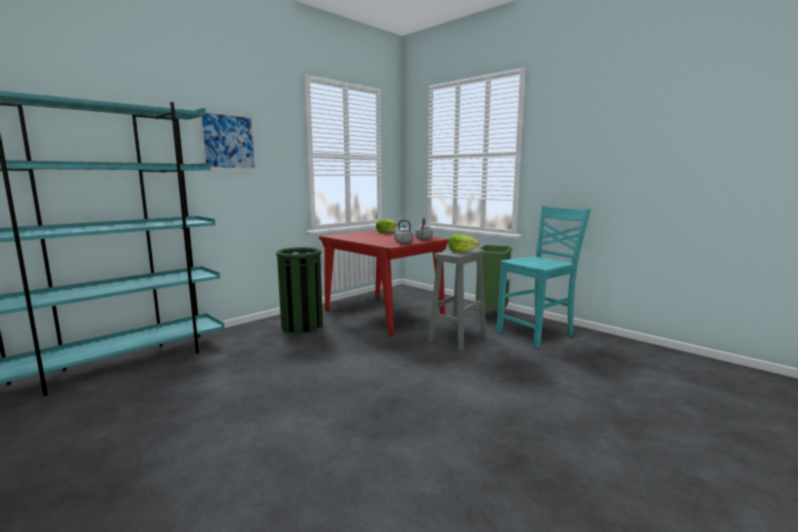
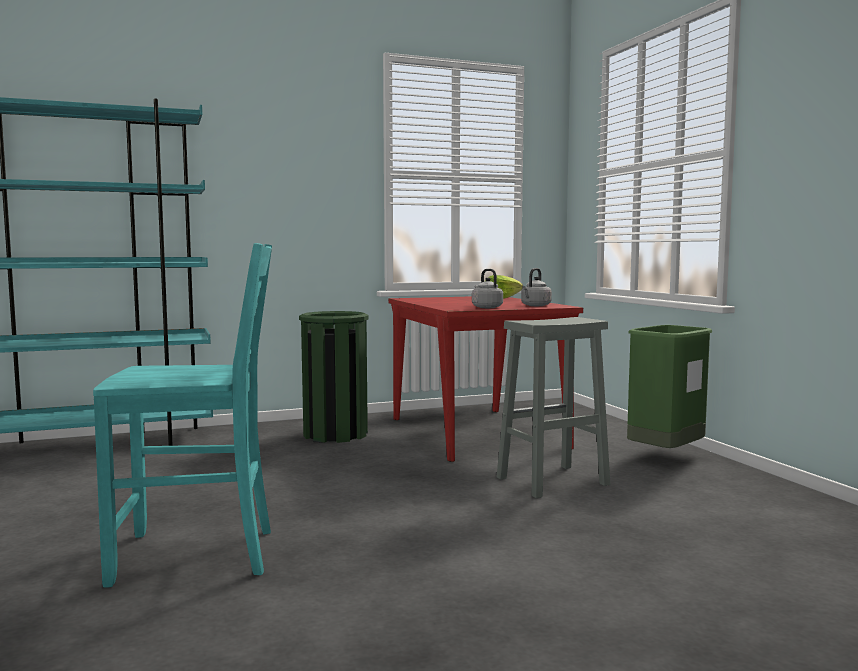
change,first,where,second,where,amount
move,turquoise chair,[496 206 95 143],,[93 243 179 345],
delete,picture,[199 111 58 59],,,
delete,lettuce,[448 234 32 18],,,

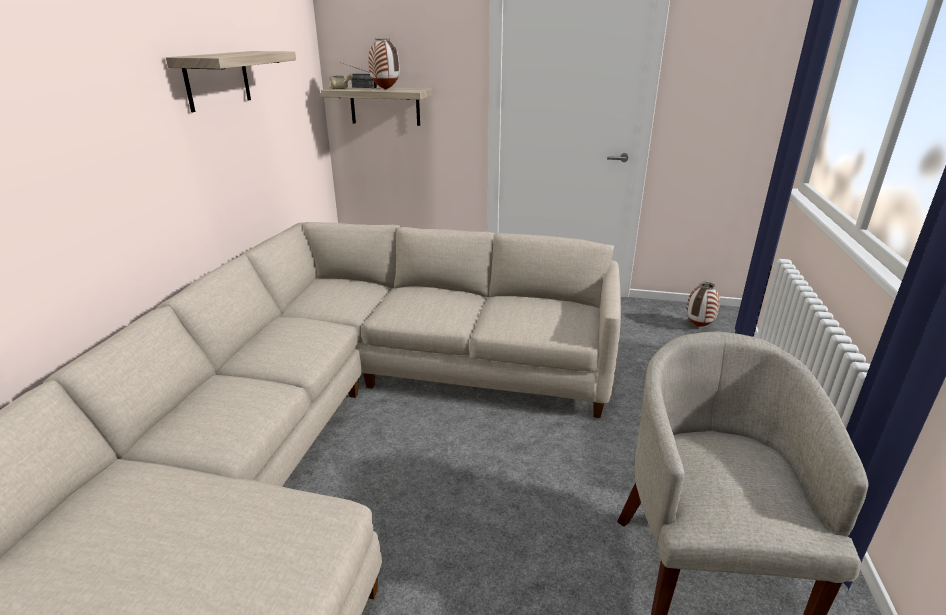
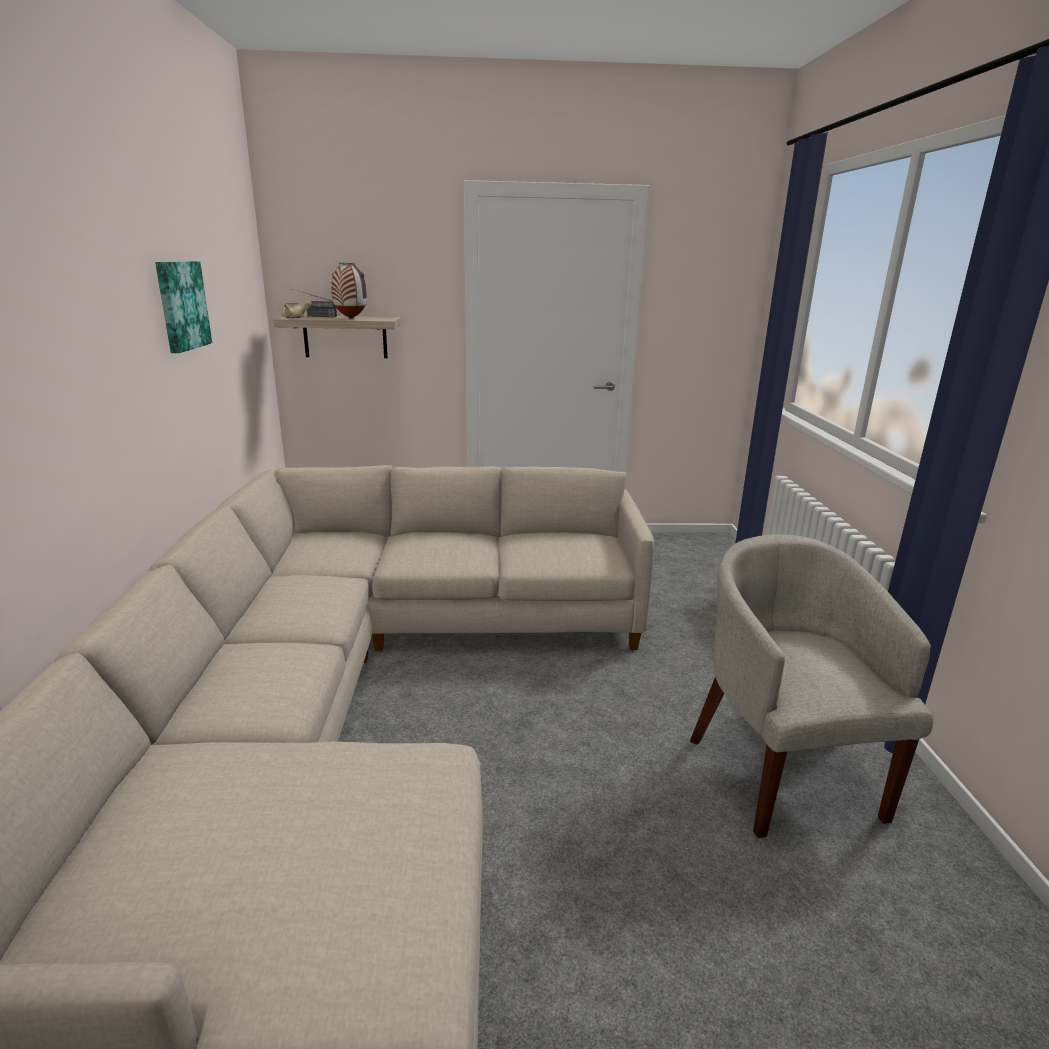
change,first,where,second,where,amount
replace,shelf,[166 51 130 61],picture,[155 261 57 92],
delete,vase,[686 282 34 44],,,

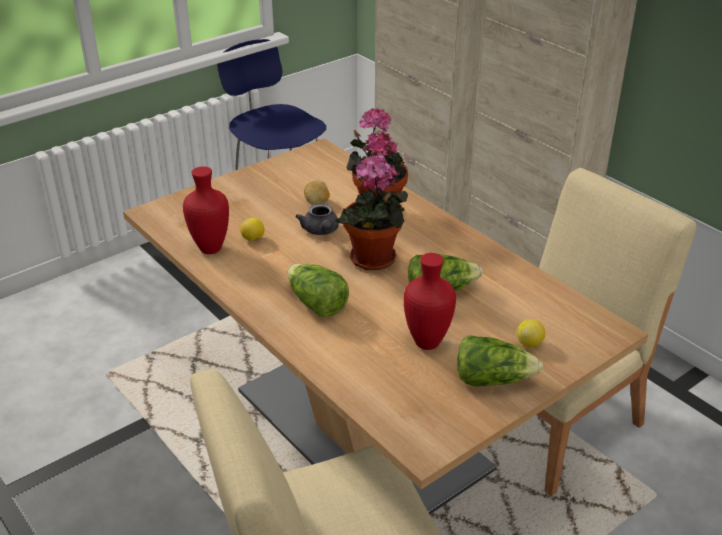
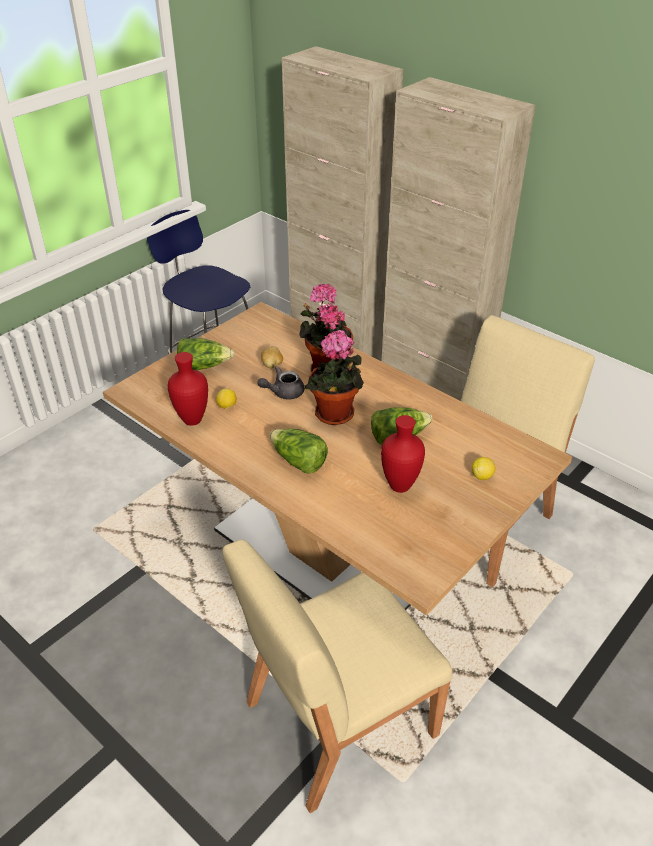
change,first,where,second,where,amount
move,lettuce,[457 335 86 51],,[177 338 57 32],
rotate,grey teapot,[296 203 43 32],,[257 366 47 34],90 degrees clockwise

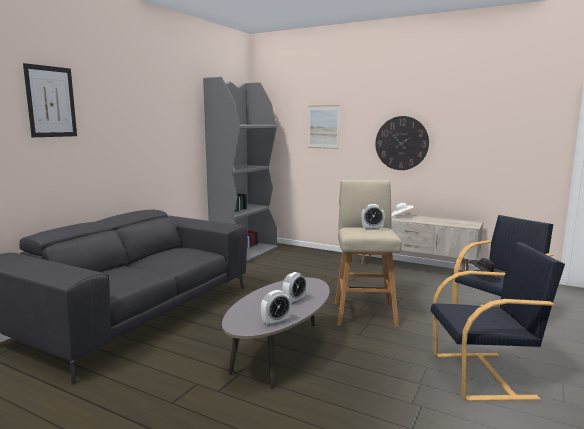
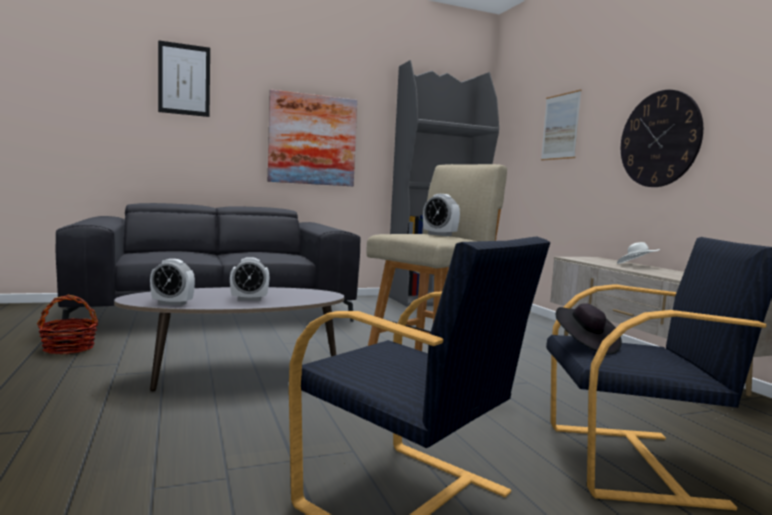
change,first,where,second,where,amount
insert,,,basket,[37 295 62 59],
insert,,,picture,[268 90 89 96],

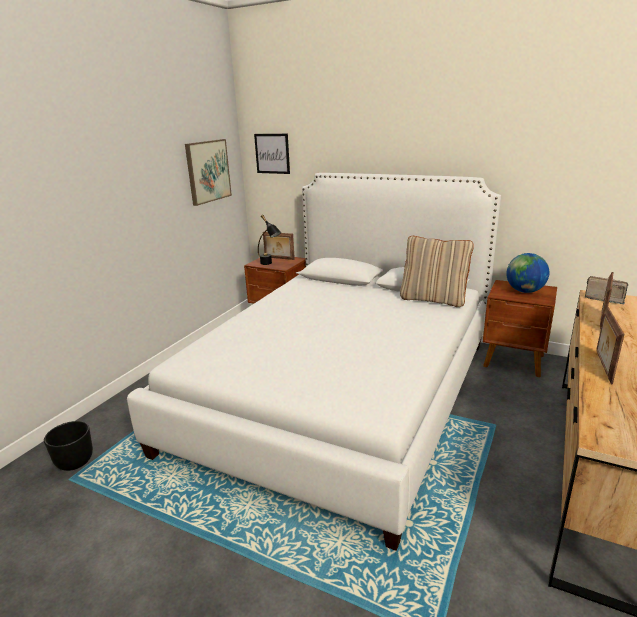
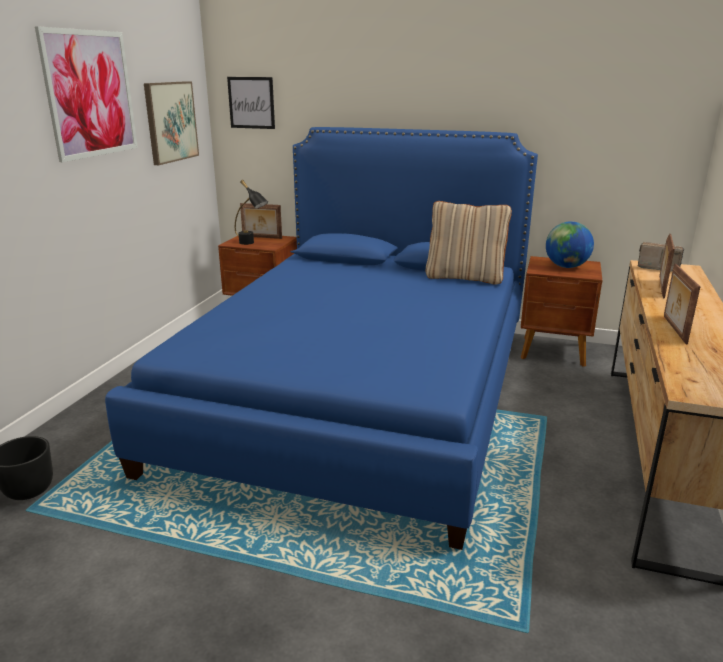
change,first,where,second,where,amount
insert,,,picture,[35 26 103 136],
recolor,white bed,[127 173 374 378],blue bed,[105 127 433 423],

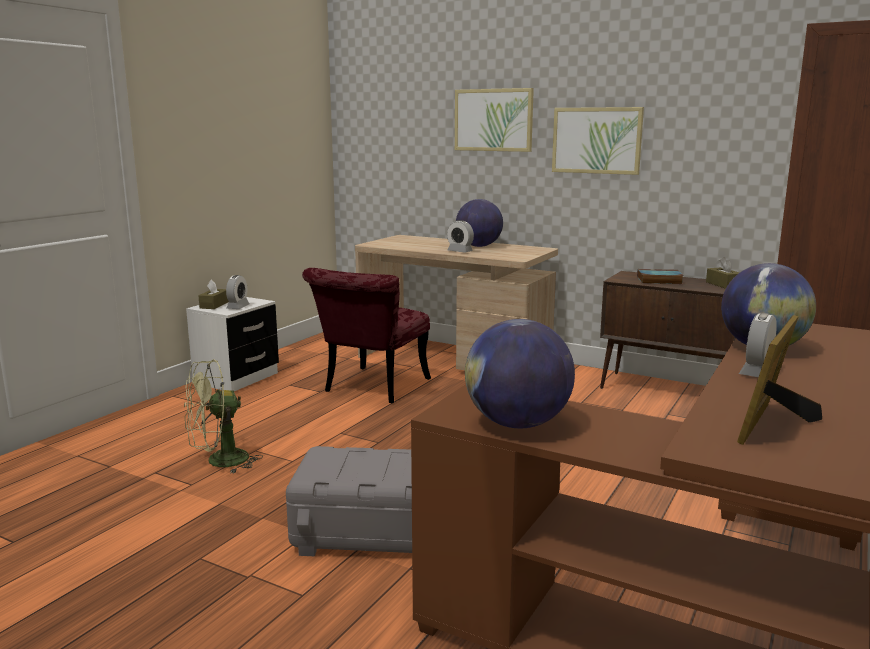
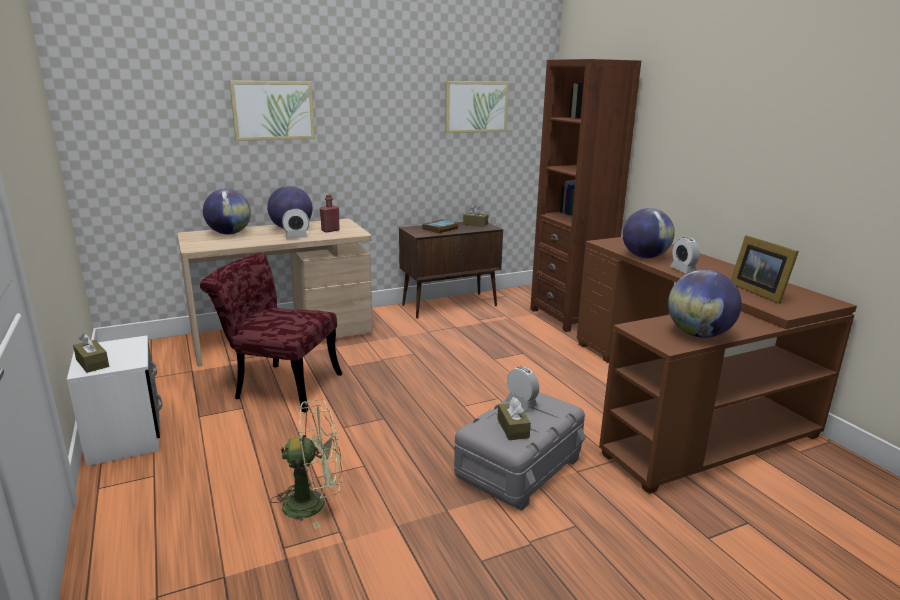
change,first,where,second,where,amount
rotate,red chair,[302 268 129 135],,[200 253 142 159],135 degrees clockwise
insert,,,globe,[203 189 48 45],
rotate,green fan,[184 359 79 115],,[270 399 72 130],105 degrees counterclockwise
insert,,,red bottle,[320 194 20 38],
move,picture,[552 107 92 68],,[445 81 64 52],
insert,,,brown tissue box,[497 397 34 43],
move,alarm clock,[226 275 23 34],,[506 366 33 44],

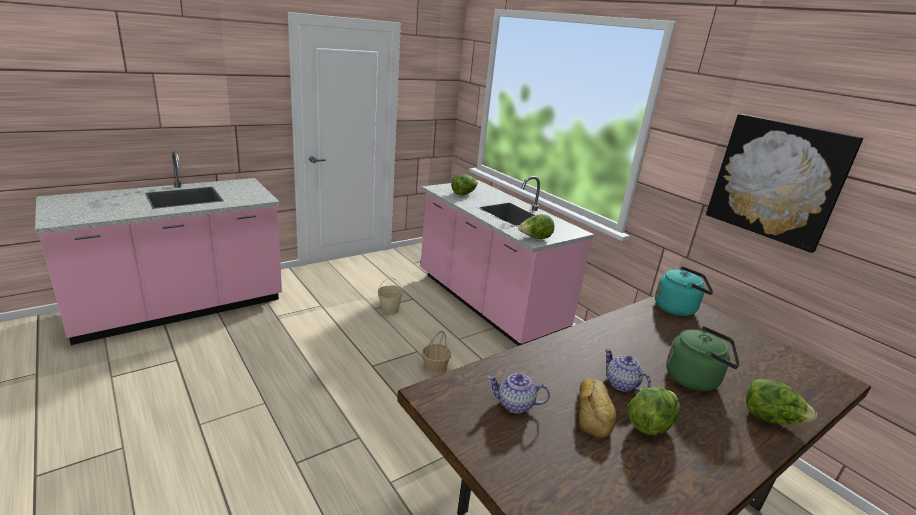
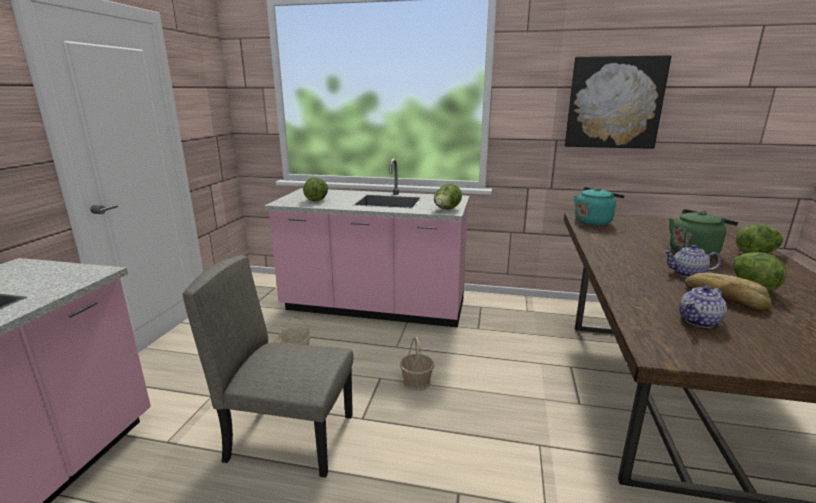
change,first,where,second,where,amount
insert,,,beige chair,[183 255 170 223],

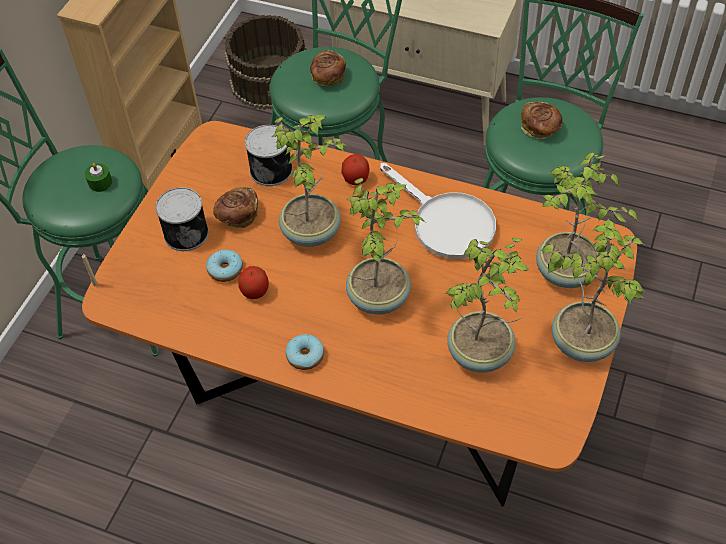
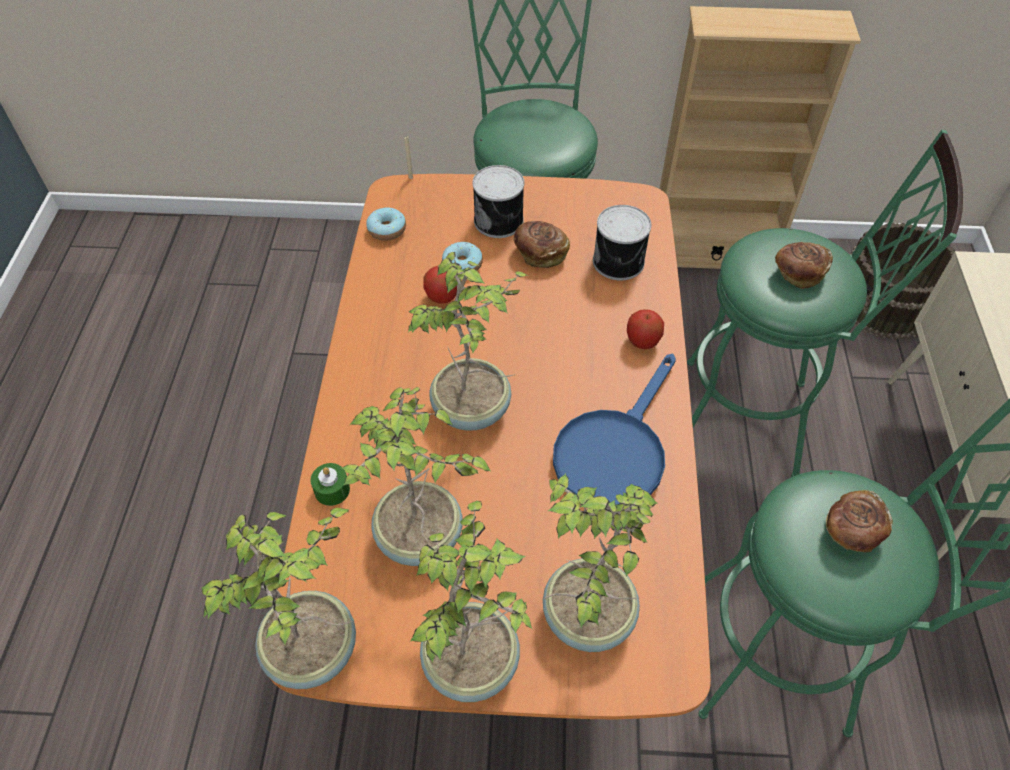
change,first,where,second,where,amount
move,potted plant,[271 115 77 132],,[201 508 155 181],
move,green candle,[85 163 27 29],,[310 463 40 43],
move,donut,[286 334 38 36],,[366 207 40 34],
recolor,white frying pan,[380 163 116 96],blue frying pan,[553 354 123 151],

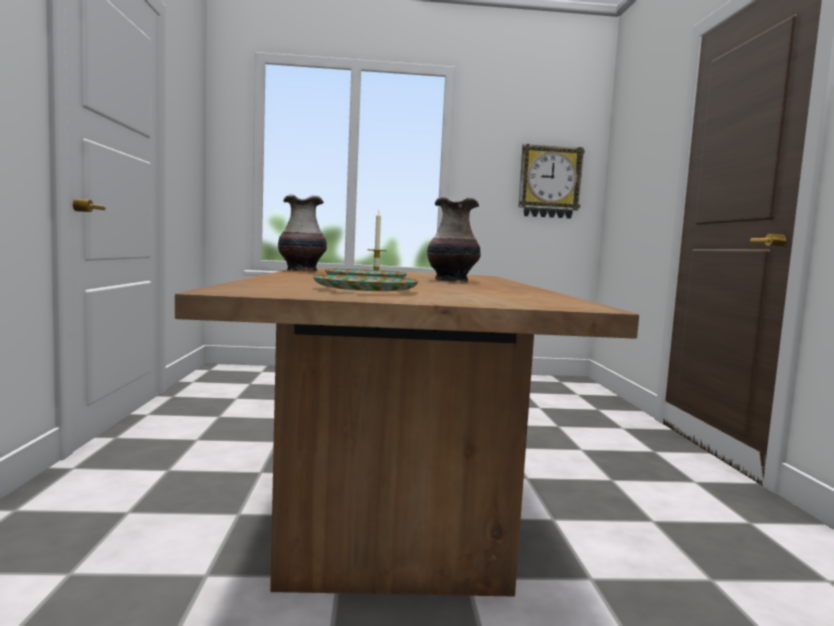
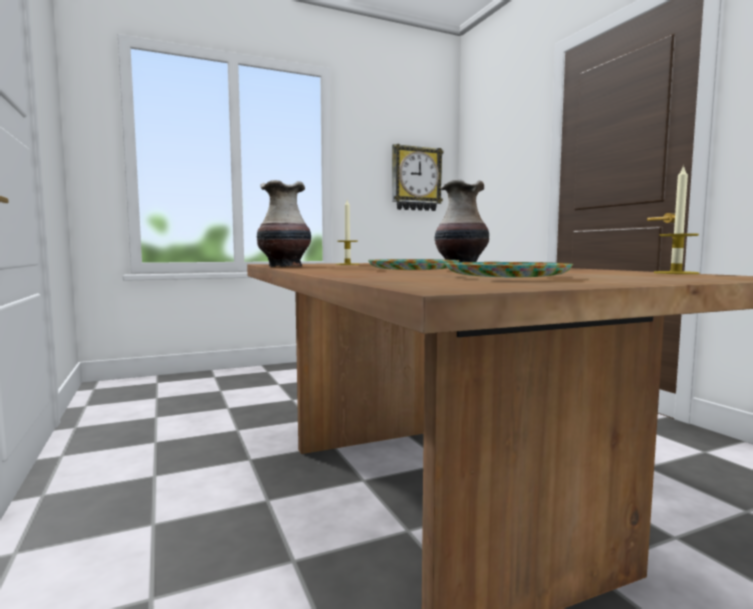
change,first,where,second,where,amount
insert,,,candle,[654 164 46 110],

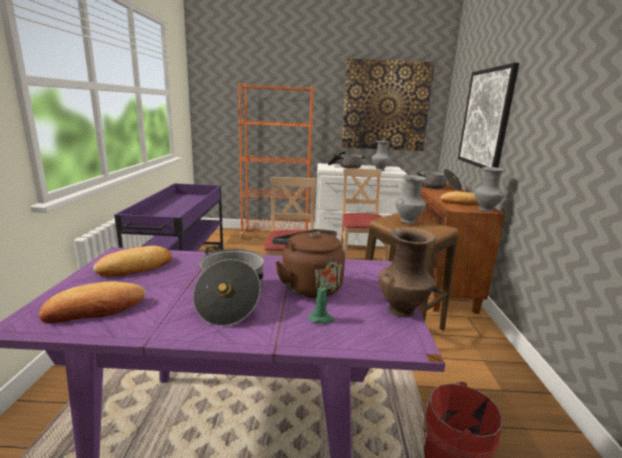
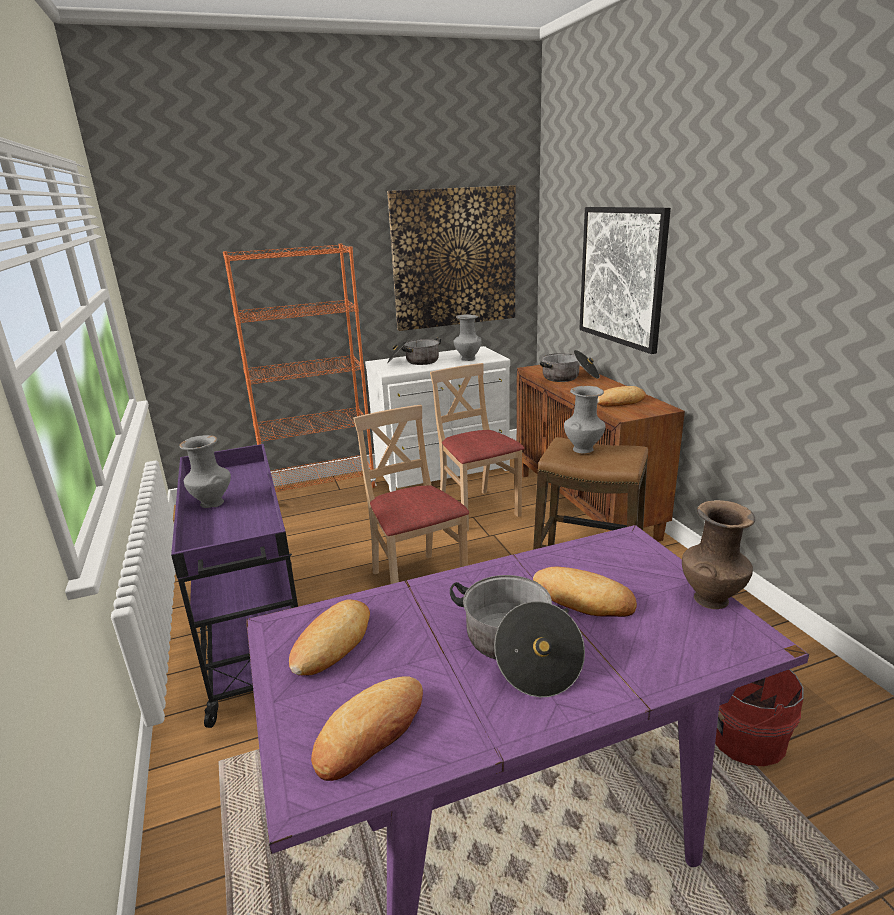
change,first,where,second,where,amount
move,grey vase,[475 167 31 45],,[180 435 51 73],
replace,brown kettle,[272 229 73 69],bread,[533 567 104 50],
delete,green candle,[308 280 27 44],,,

